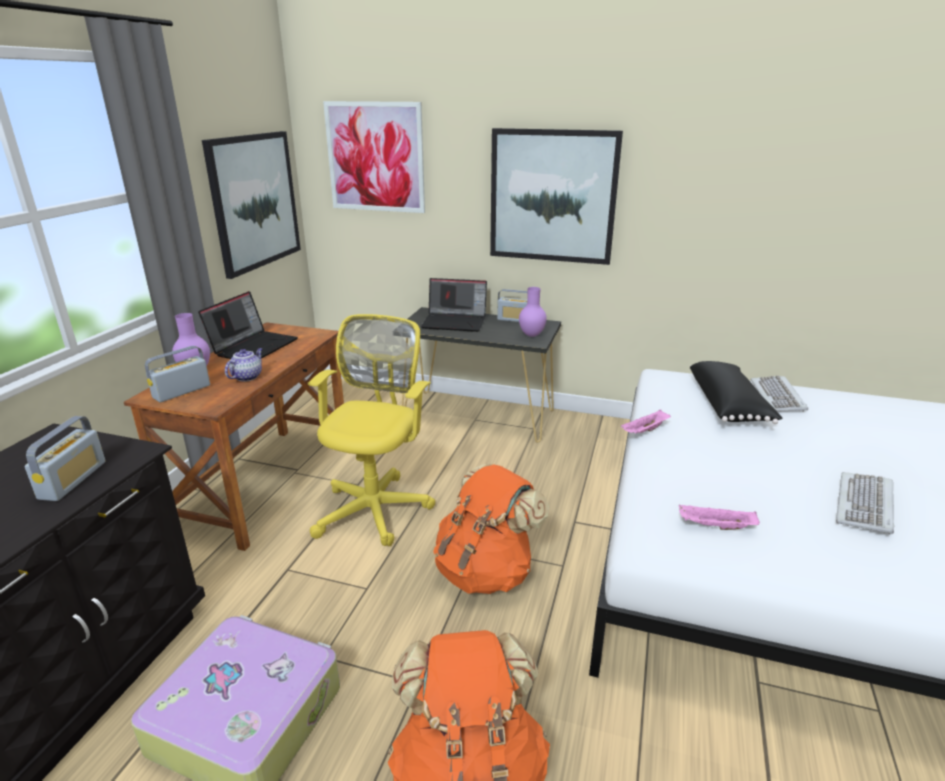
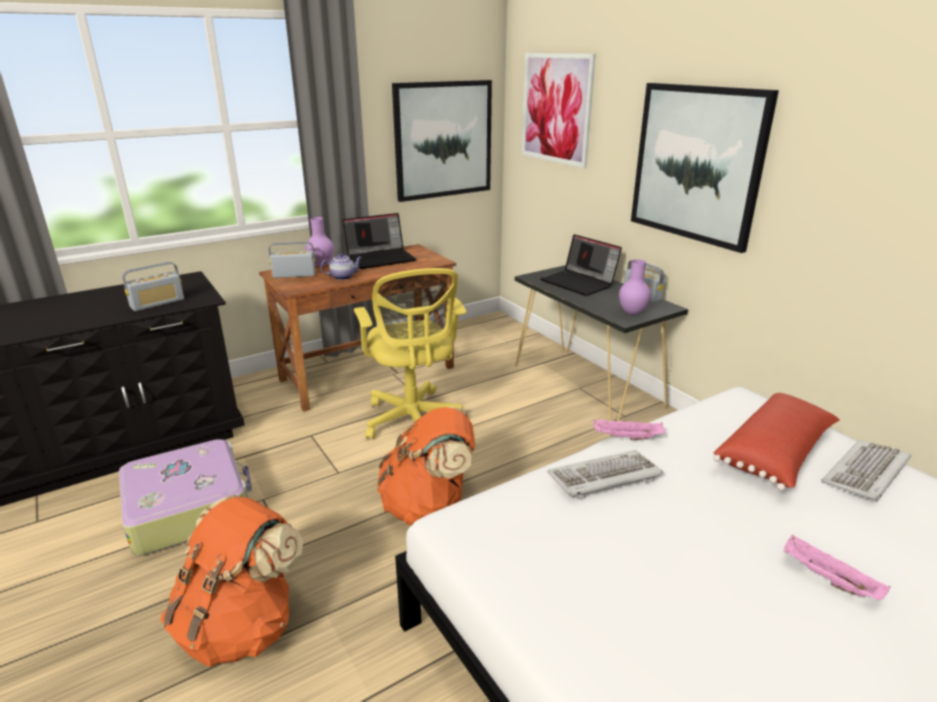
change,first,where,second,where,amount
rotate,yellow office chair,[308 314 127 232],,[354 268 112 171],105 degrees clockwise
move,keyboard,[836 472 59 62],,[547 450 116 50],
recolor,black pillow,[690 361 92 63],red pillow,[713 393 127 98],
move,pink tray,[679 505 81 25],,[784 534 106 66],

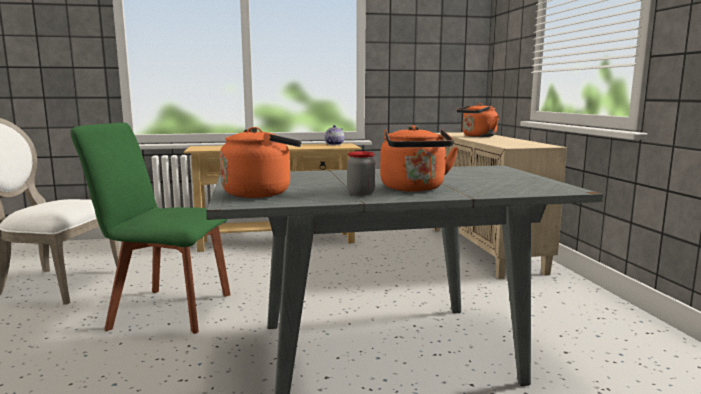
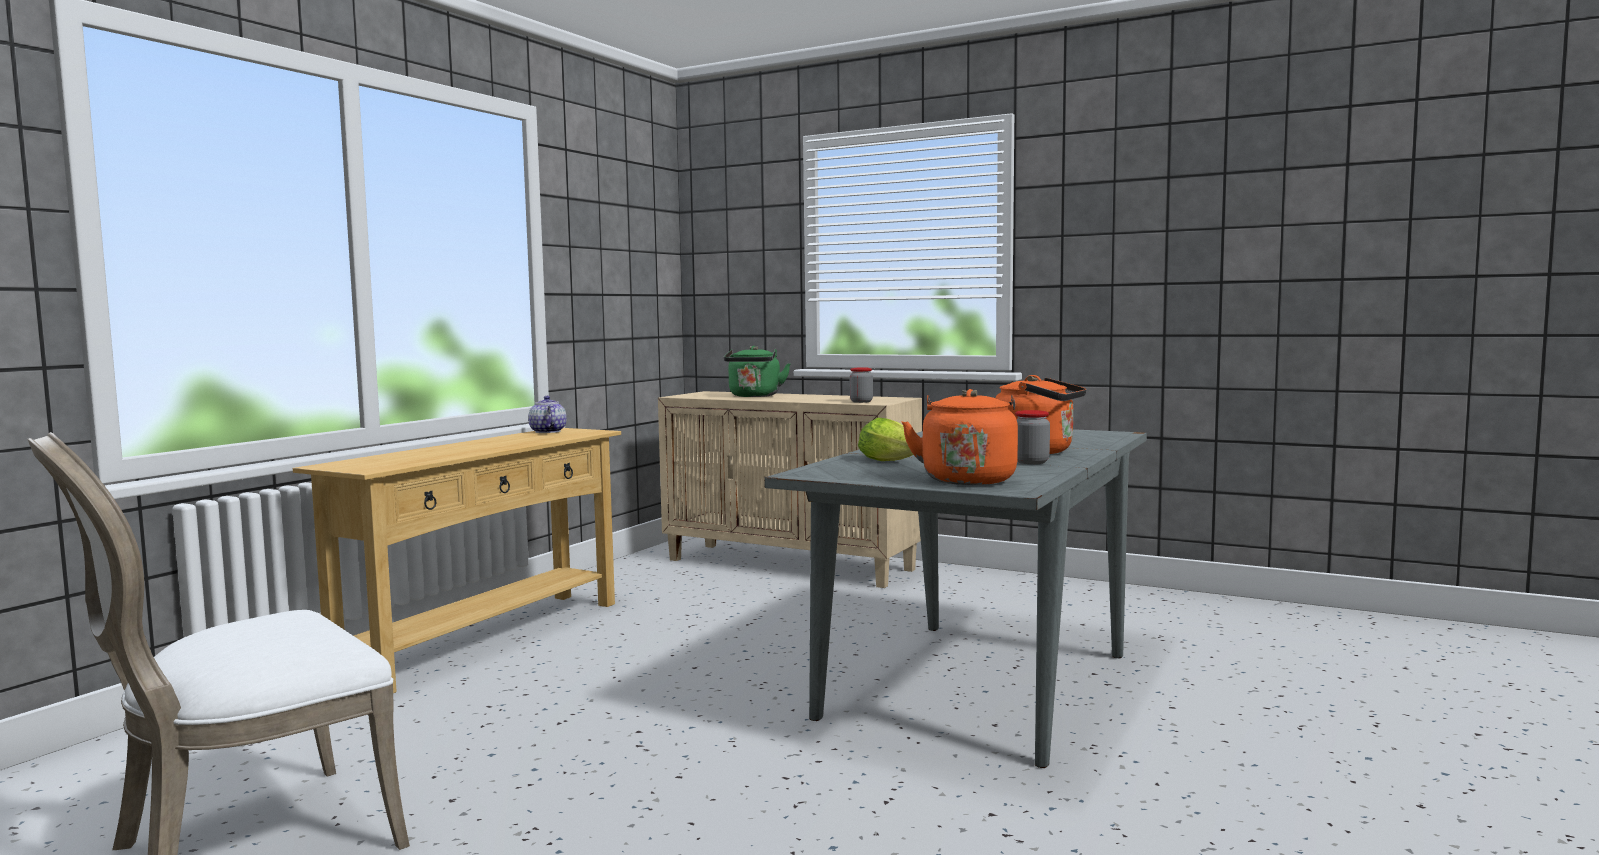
change,first,where,second,where,amount
recolor,orange kettle,[457 103 42 34],green kettle,[724 346 67 51],
insert,,,jar,[850 367 23 36],
insert,,,lettuce,[858 418 55 43],
delete,green chair,[70 123 161 211],,,

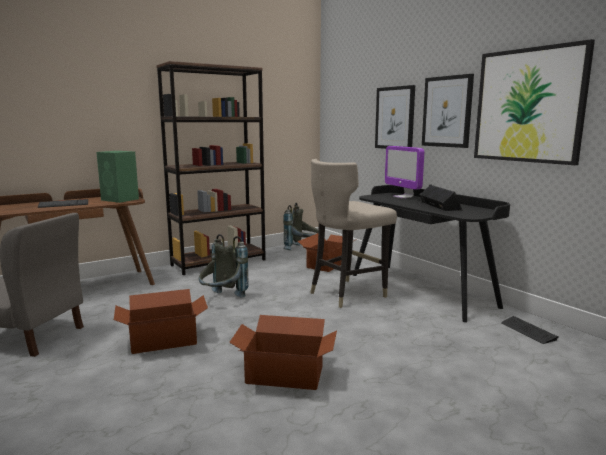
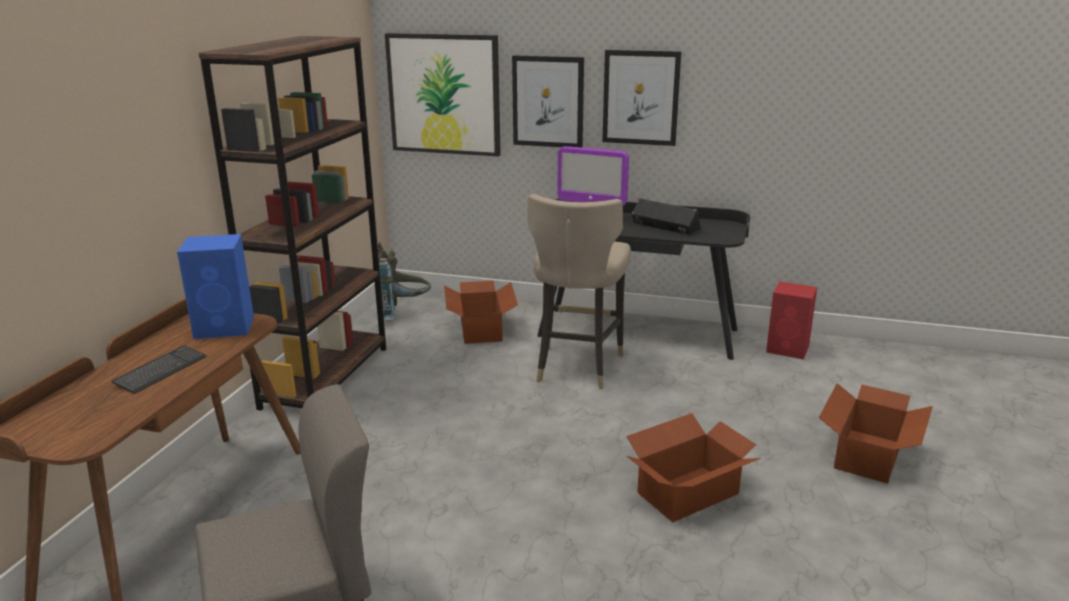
change,first,where,second,where,amount
recolor,green speaker,[96 151 43 52],blue speaker,[177 234 77 105],
move,picture,[474 39 121 126],,[385 33 116 123],
replace,keyboard,[501 316 57 28],red speaker,[766 281 51 79],
move,cardboard box,[114 289 94 65],,[819 383 114 101],
delete,grey backpack,[199 234 50 63],,,

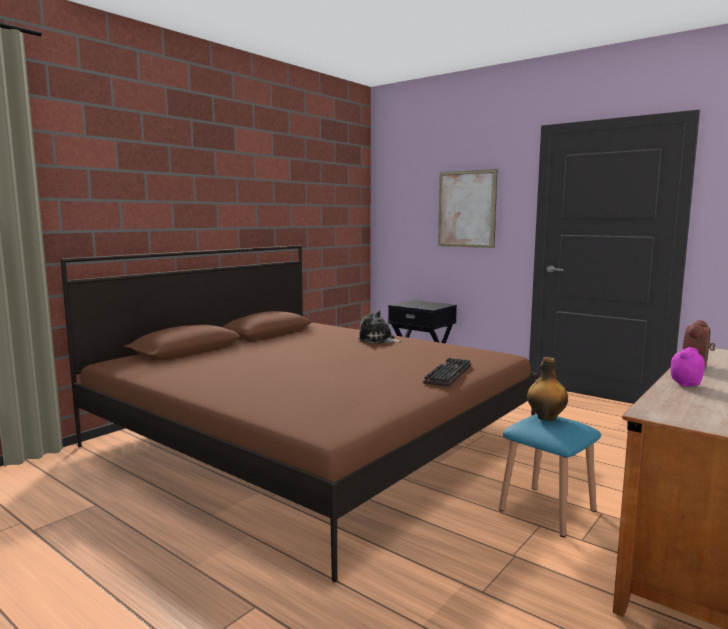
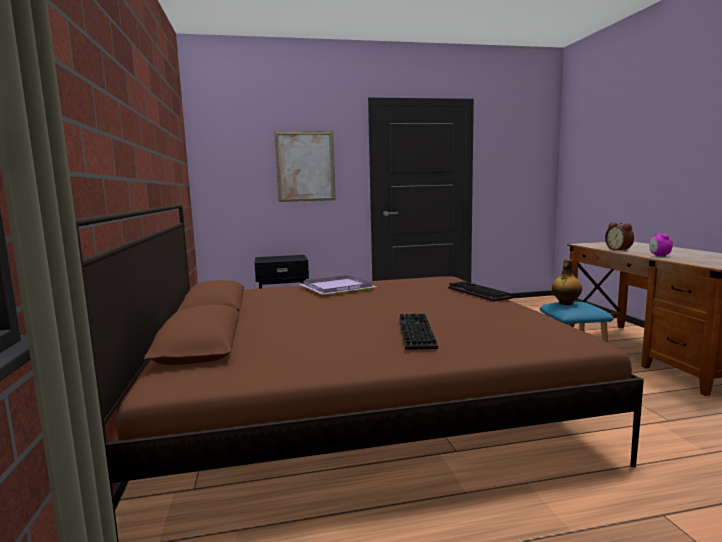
change,first,where,second,where,amount
replace,plush toy,[358 310 45 33],purple tray,[300 275 76 20],
insert,,,keyboard,[399 314 39 36],

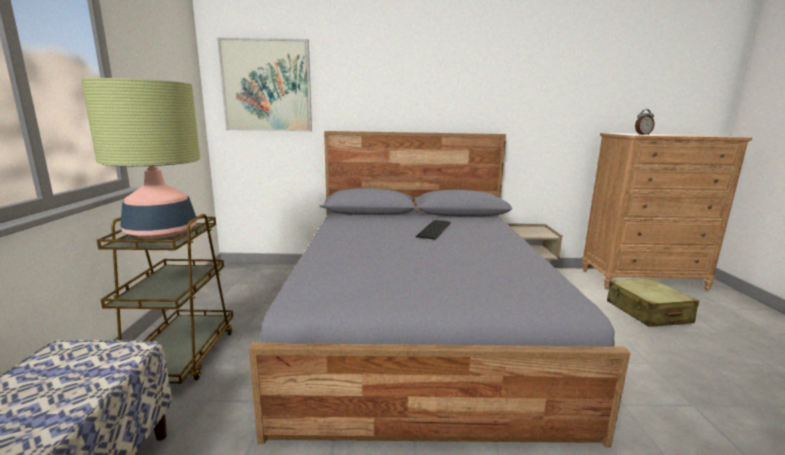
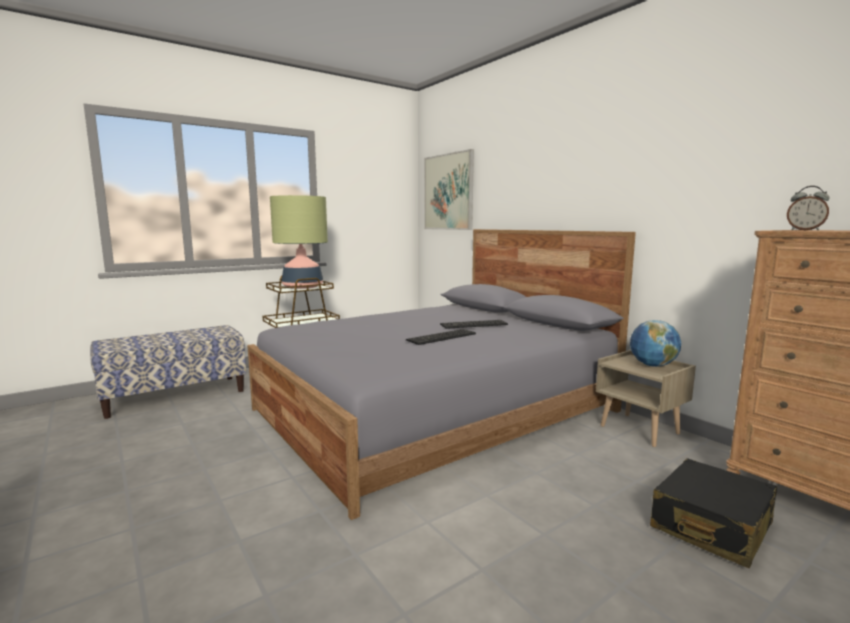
change,first,where,second,where,amount
insert,,,keyboard,[406 329 70 16],
insert,,,globe,[630 320 51 47],
recolor,beige suitcase,[607 278 92 49],black suitcase,[650 458 127 110],

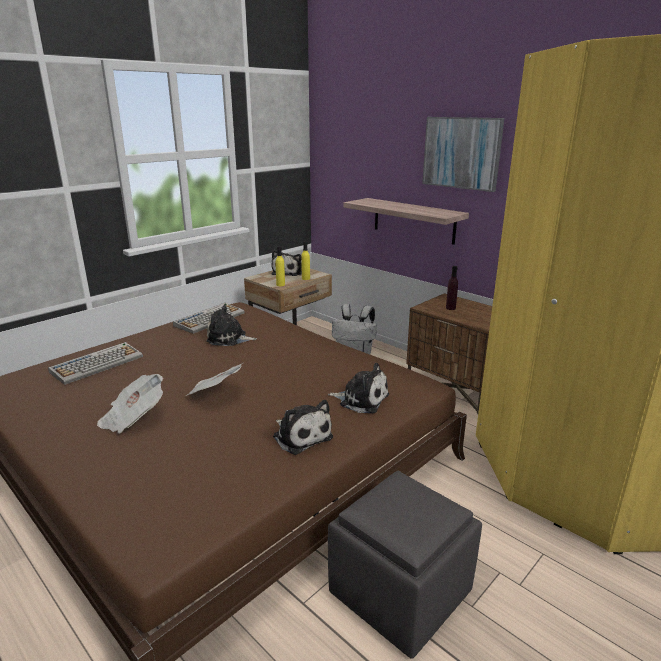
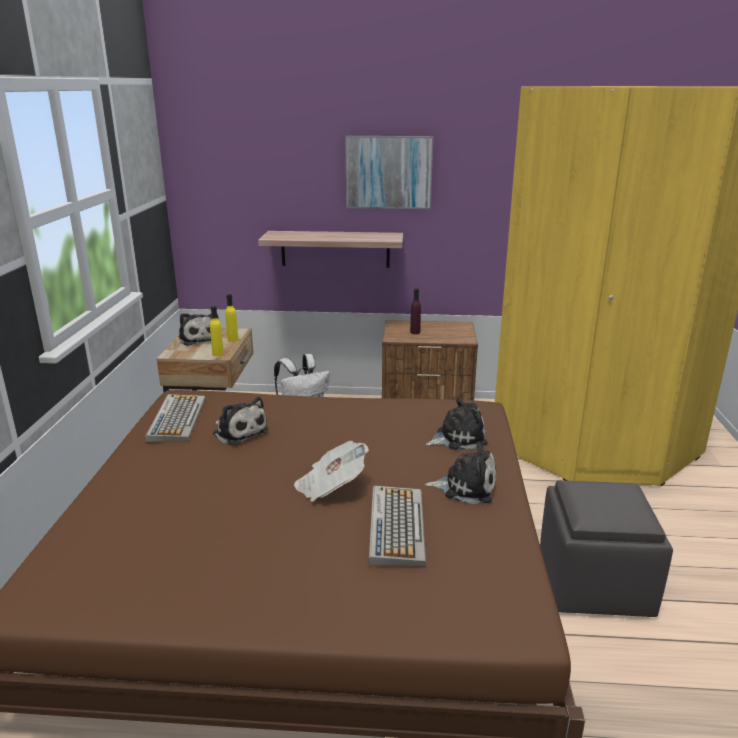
change,first,where,second,where,amount
rotate,plush toy,[206 305 51 41],,[213 397 55 49],105 degrees counterclockwise
move,keyboard,[48 342 95 43],,[368 486 58 80],
delete,newspaper,[97 374 66 59],,,

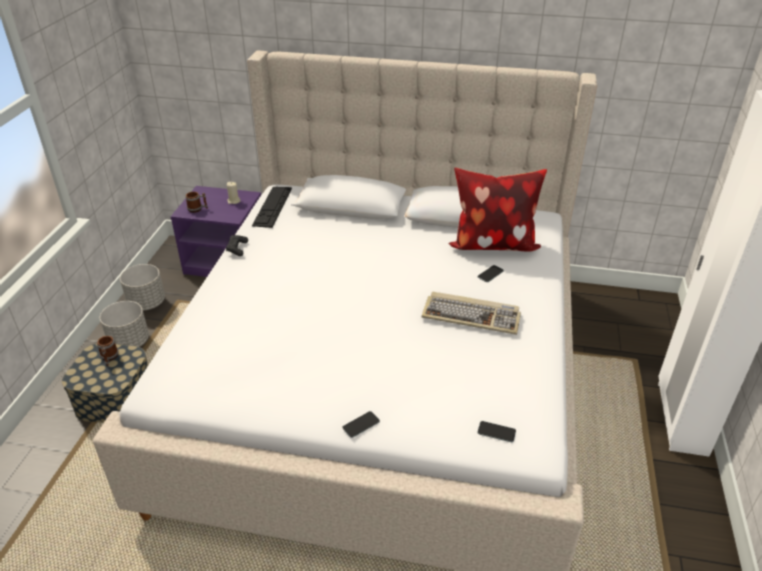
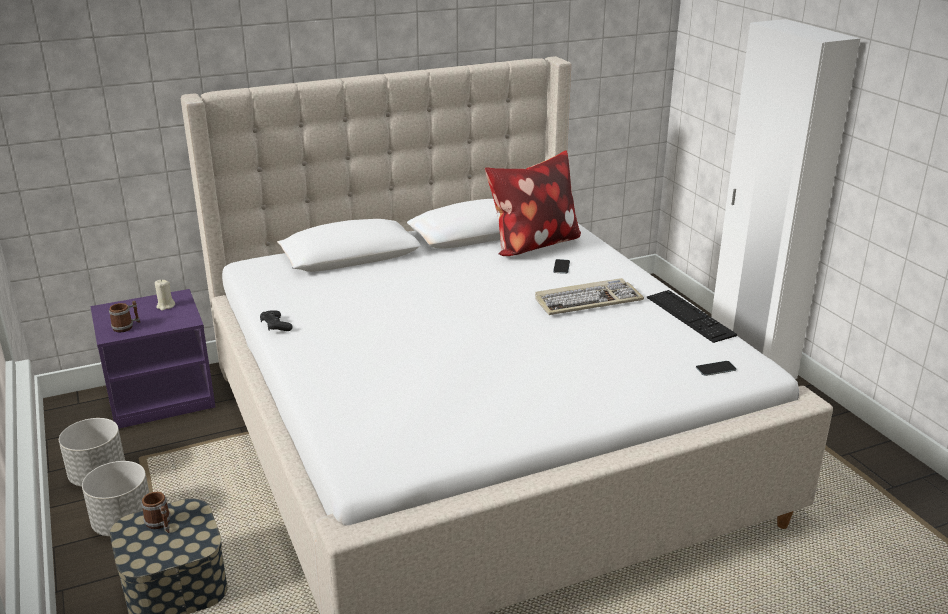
change,first,where,second,where,amount
move,keyboard,[252 187 40 41],,[646 290 91 53],
delete,phone,[342 411 38 27],,,

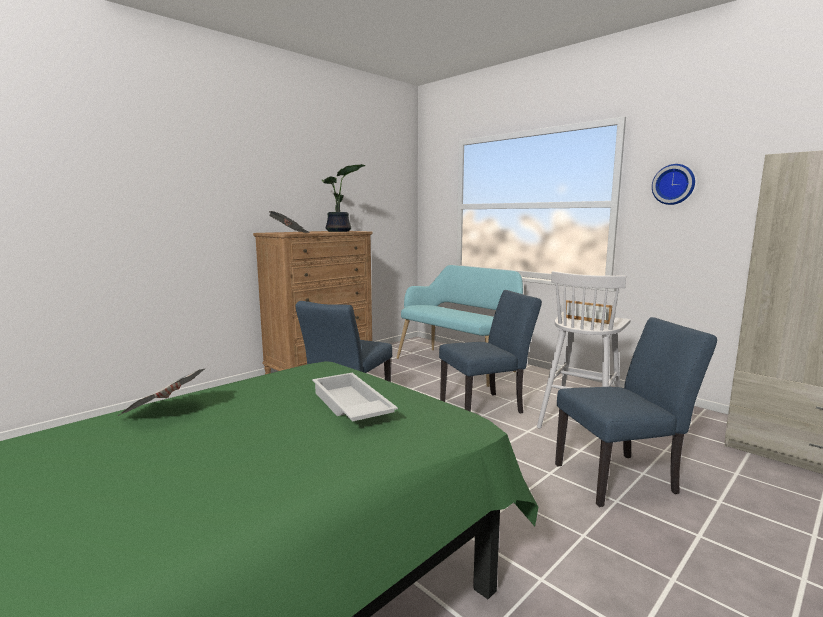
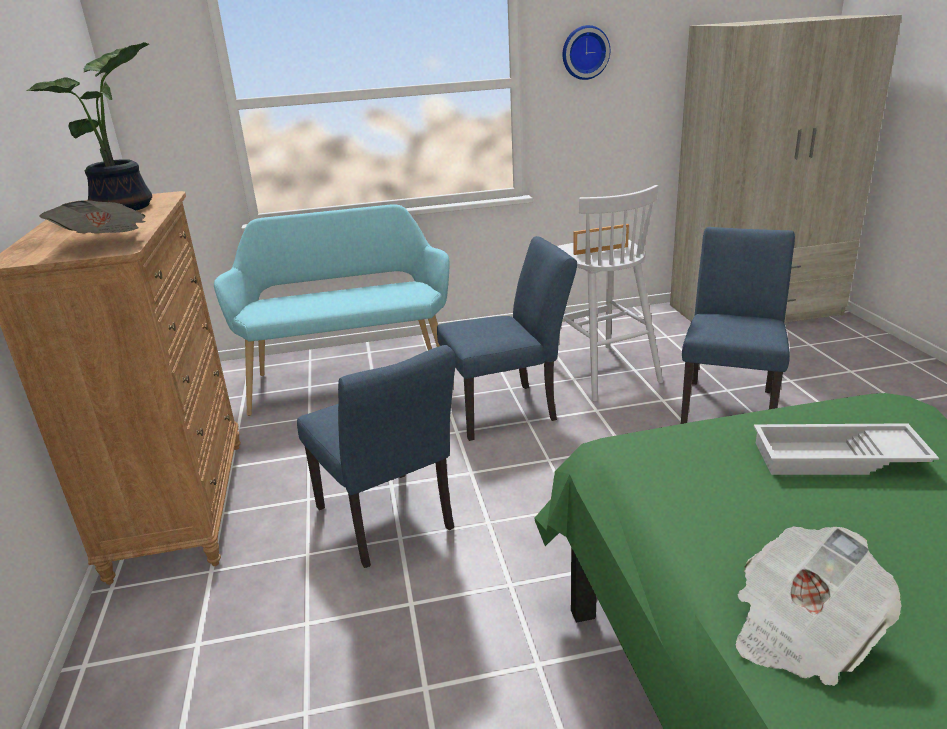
change,first,where,second,where,amount
rotate,blue chair,[439 290 103 124],,[437 236 140 205],60 degrees clockwise

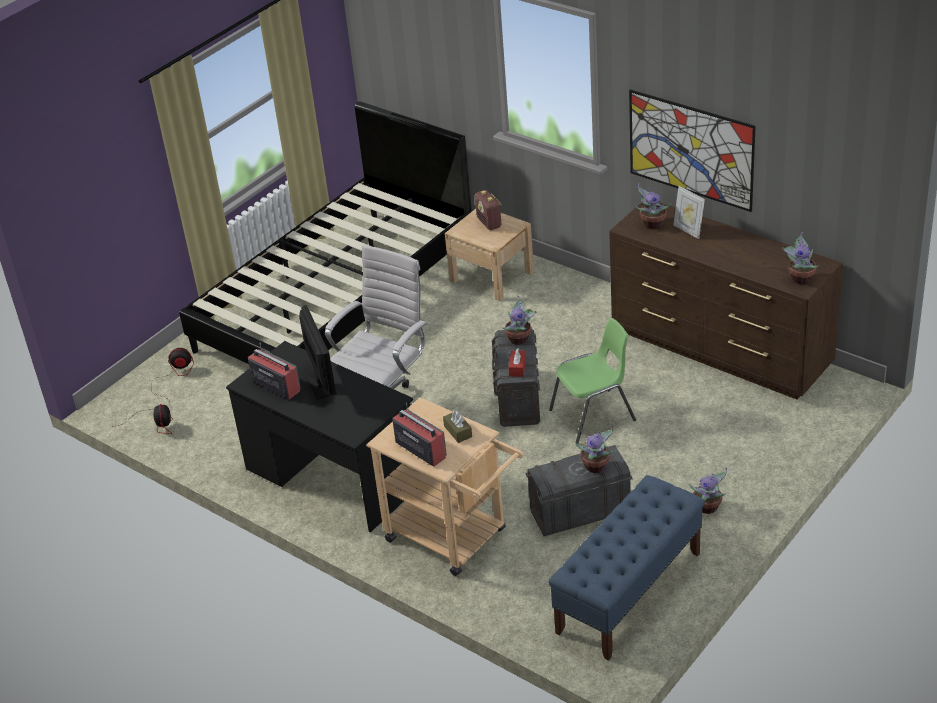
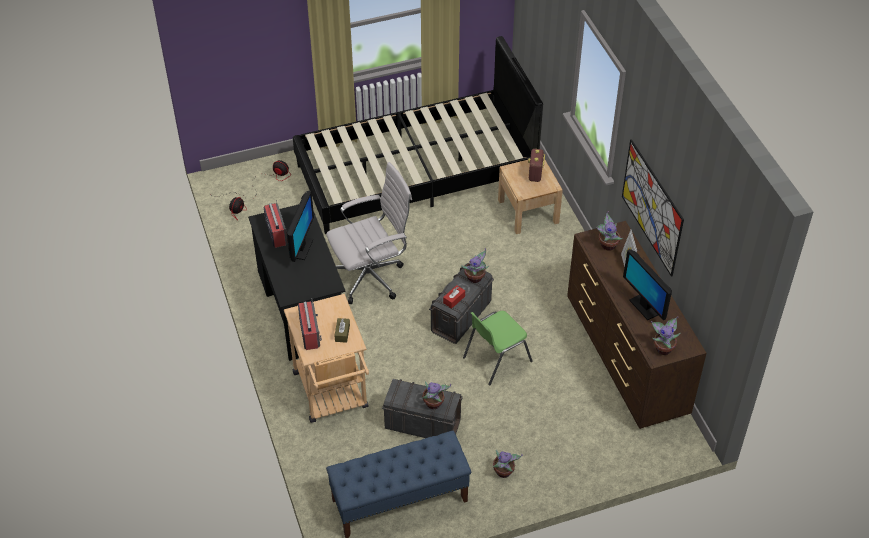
change,first,where,second,where,amount
rotate,green chair,[549 318 87 126],,[463 311 70 75],135 degrees clockwise
insert,,,monitor,[623 249 49 71],

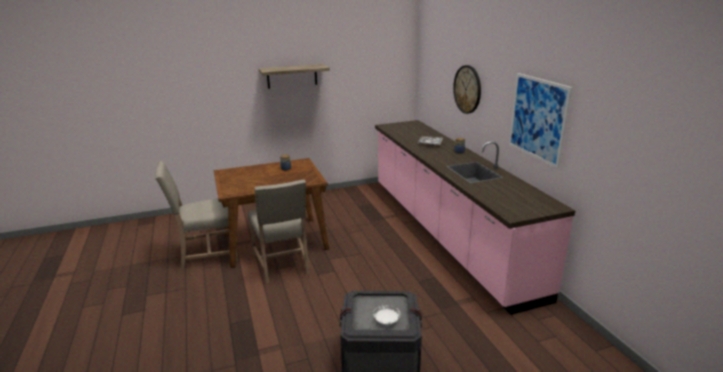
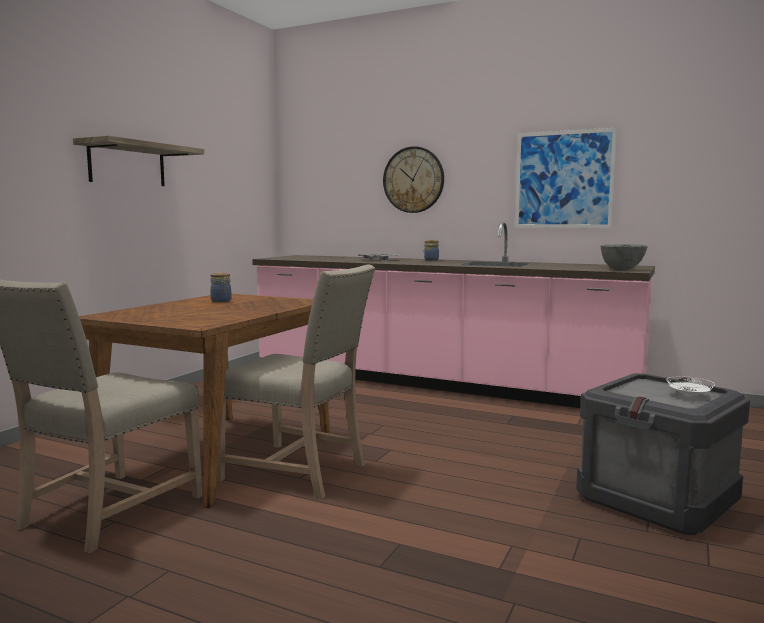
change,first,where,second,where,amount
insert,,,grey bowl,[600 244 48 26],

